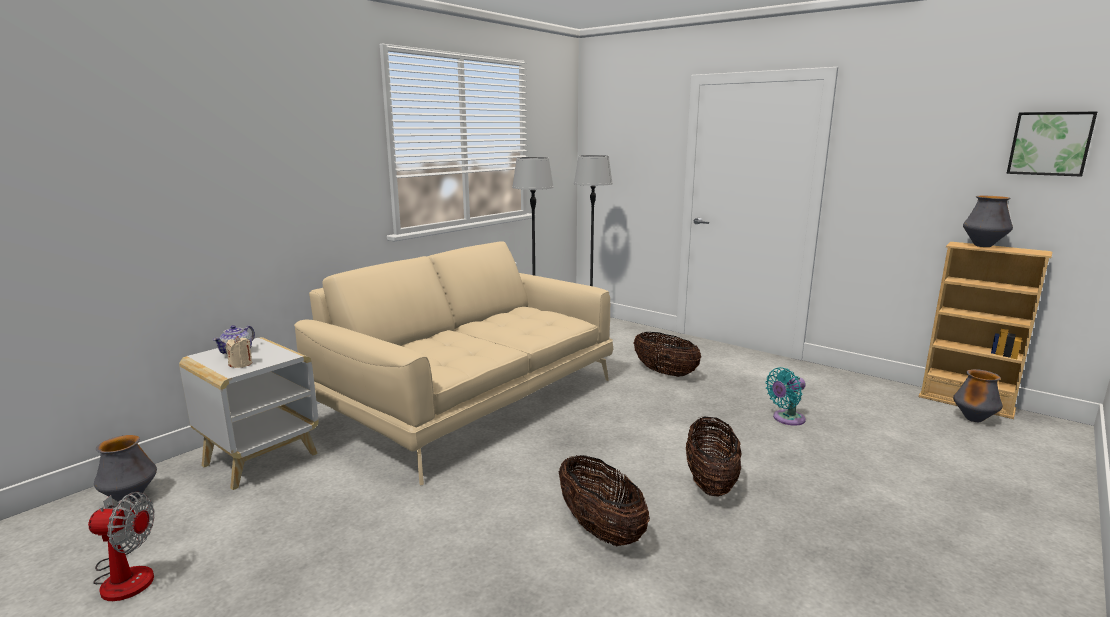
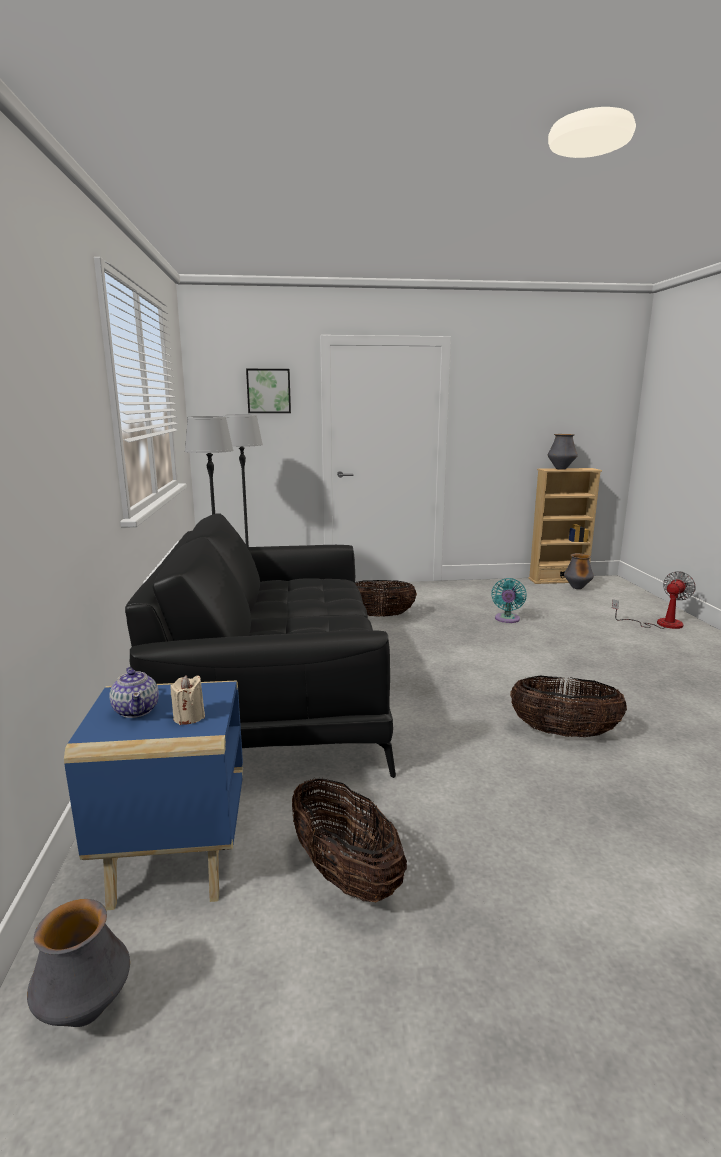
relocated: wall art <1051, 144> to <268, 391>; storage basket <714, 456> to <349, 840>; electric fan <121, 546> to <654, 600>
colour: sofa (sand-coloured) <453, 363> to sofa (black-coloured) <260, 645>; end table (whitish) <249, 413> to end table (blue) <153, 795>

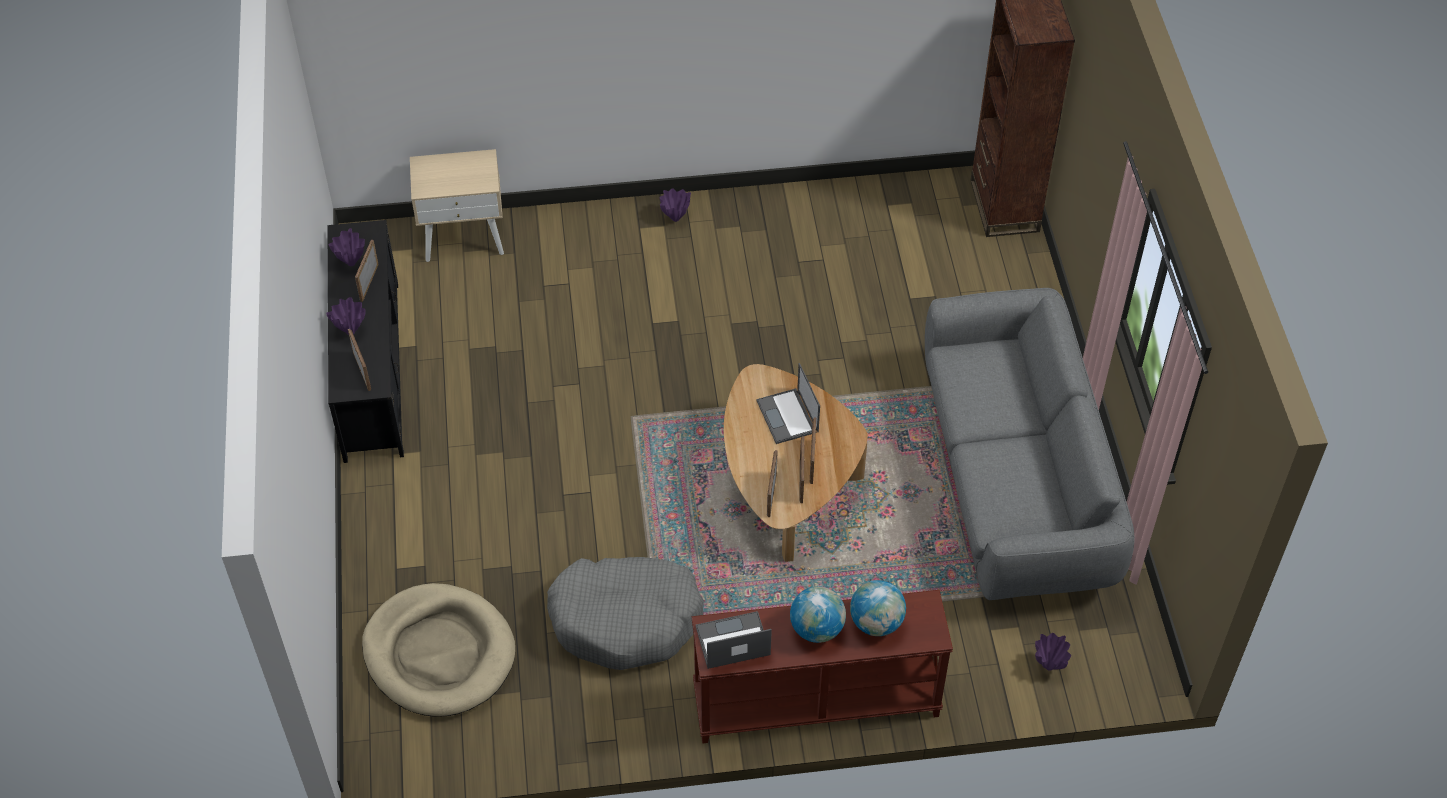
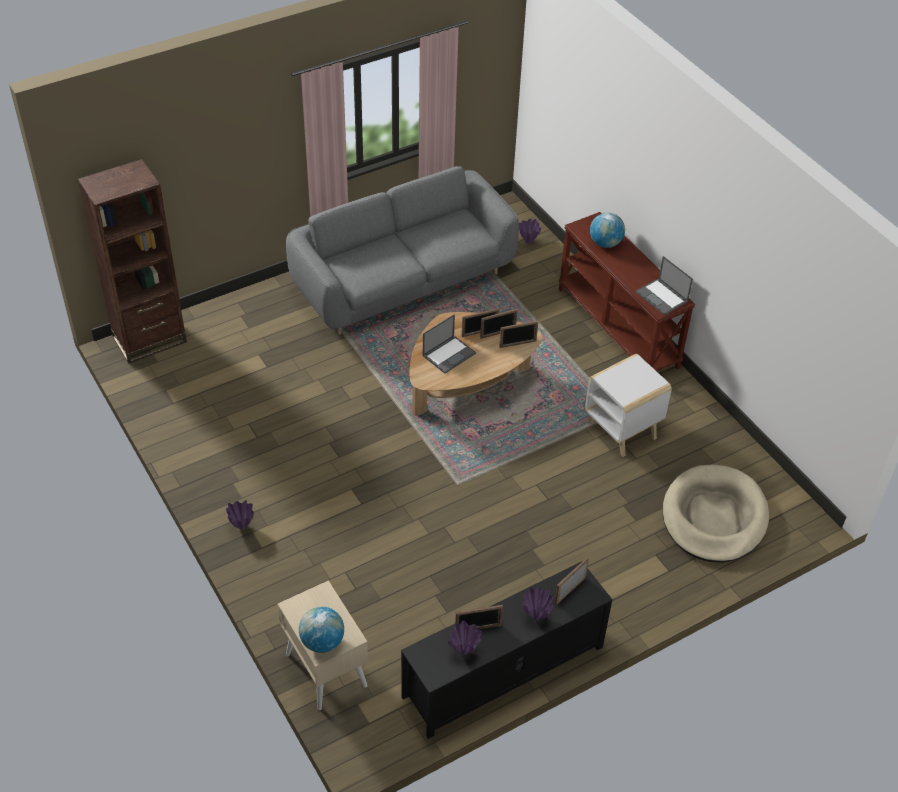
relocated: desk globe <818, 614> to <321, 630>
exchanged: pet bed (grey) <625, 613> to end table (whitish) <628, 405>

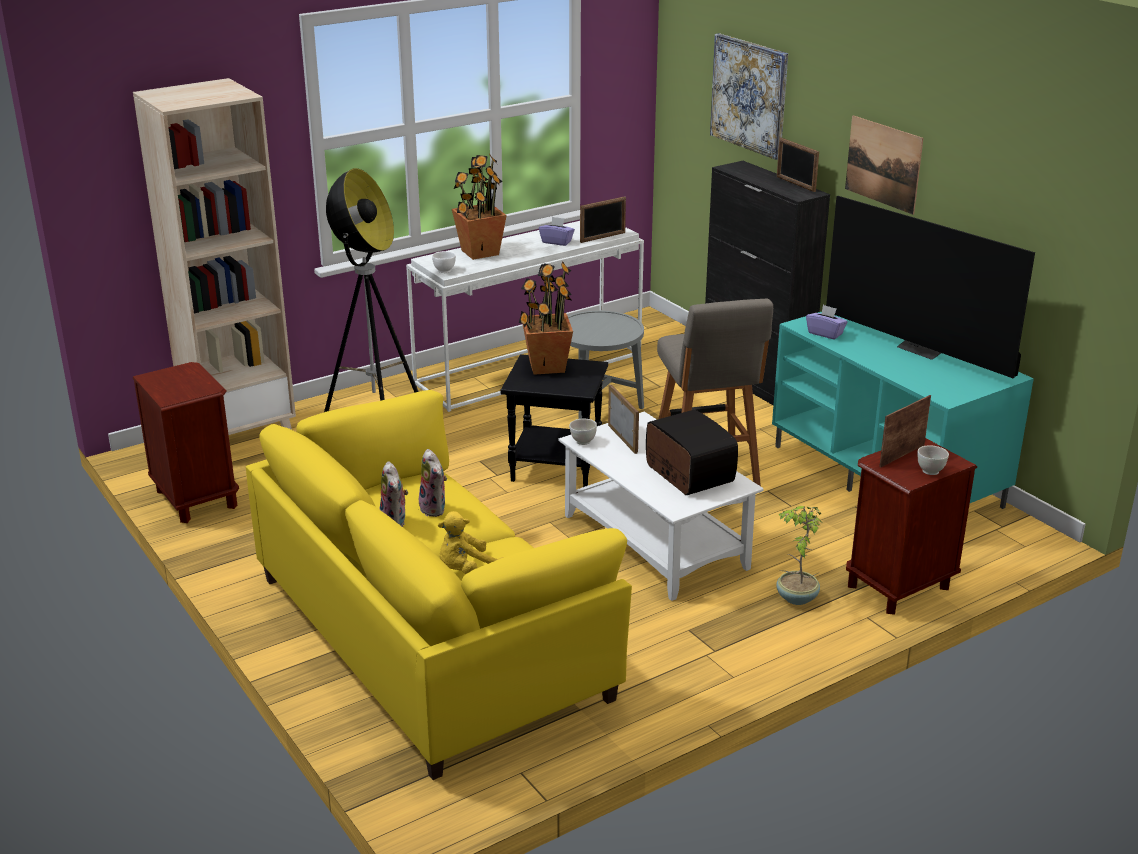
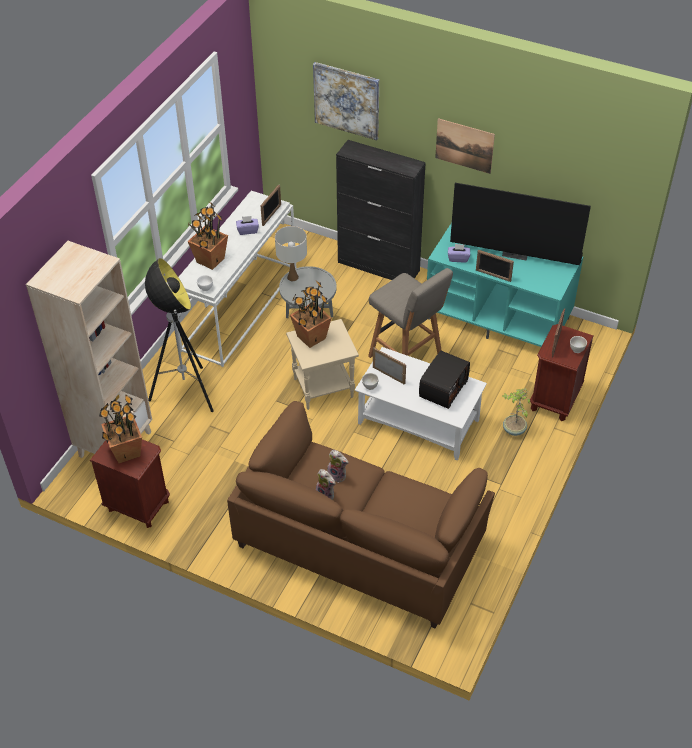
missing: soft toy (yellowish) <471, 542>
appeared: tabletop lamp (whitish) <291, 253>; houseplant <120, 428>
relocated: picture frame <798, 165> to <495, 266>
colour: end table (black-coloured) <554, 420> to end table (sand-coloured) <322, 364>; sofa (yellowish) <439, 585> to sofa (brown) <361, 515>
spun: radio receiver <692, 452> = <444, 380> 90 degrees clockwise

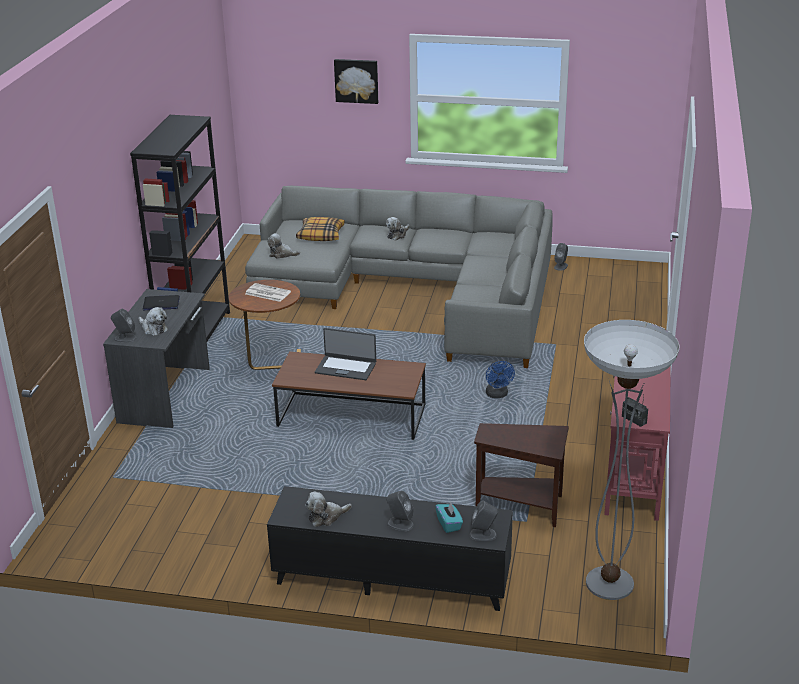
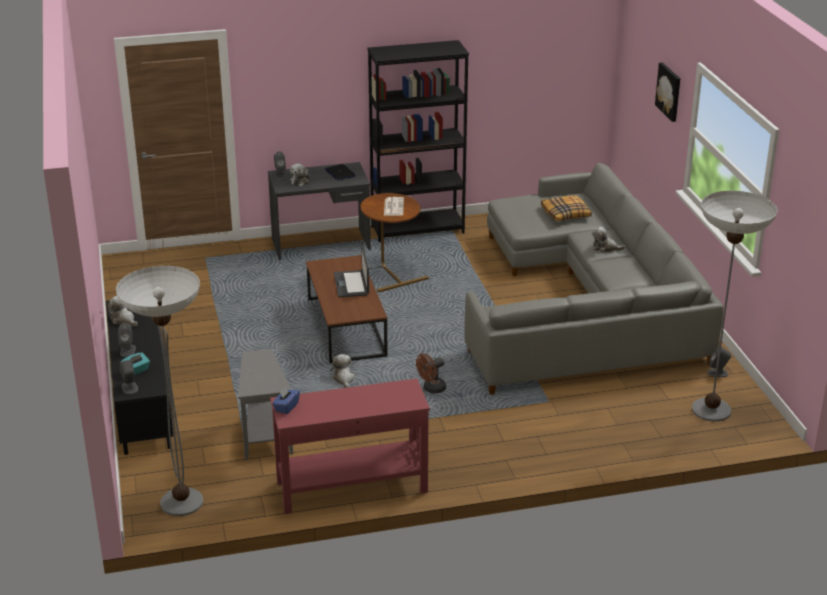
appeared: standard lamp <734, 306>
relocated: soft toy <283, 246> to <342, 371>
exchanged: radio receiver <635, 411> to tissue holder (blue) <286, 400>
colour: electric fan (blue) <500, 379> to electric fan (brown) <431, 373>; end table (brown) <521, 475> to end table (grey) <265, 404>

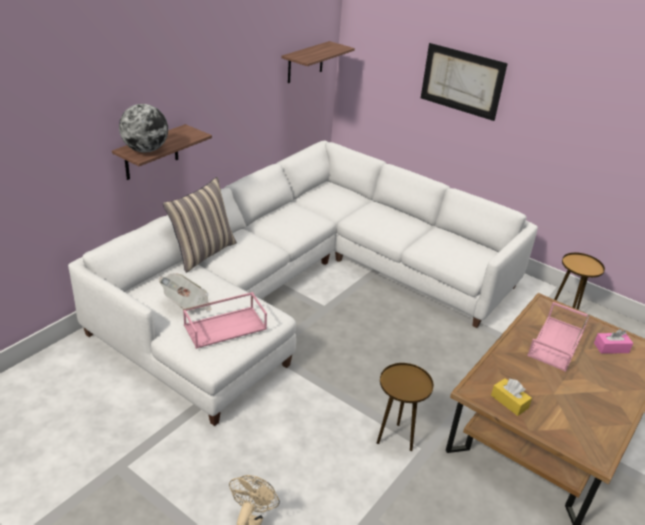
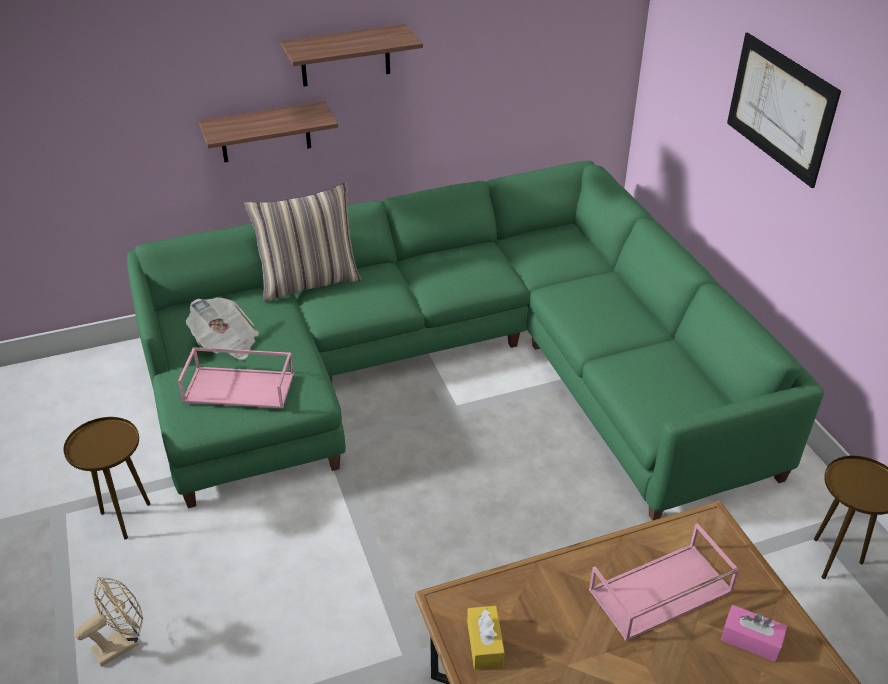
missing: desk globe <143, 128>
relocated: shelf <318, 62> to <351, 55>; end table (brown) <405, 407> to <107, 478>
colour: sofa (whitish) <303, 283> to sofa (greenish) <475, 340>

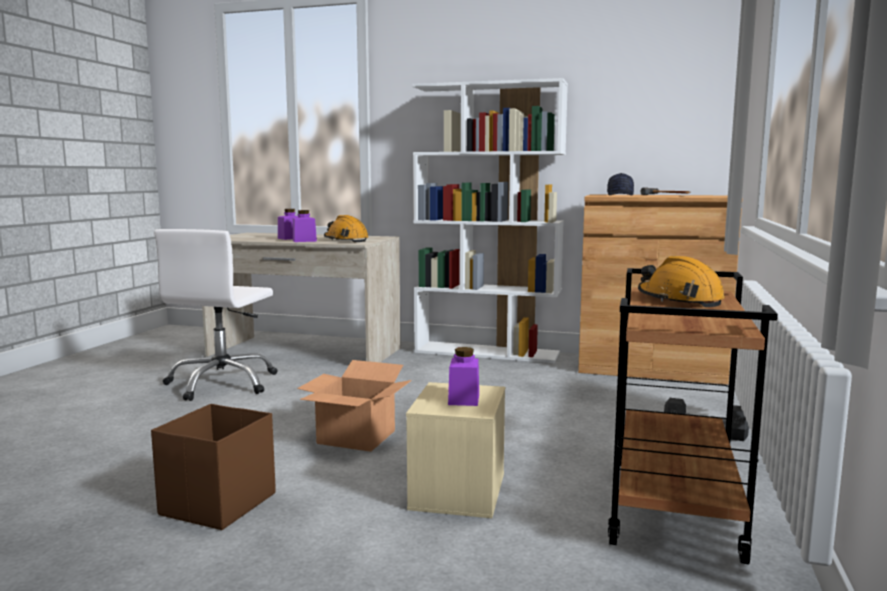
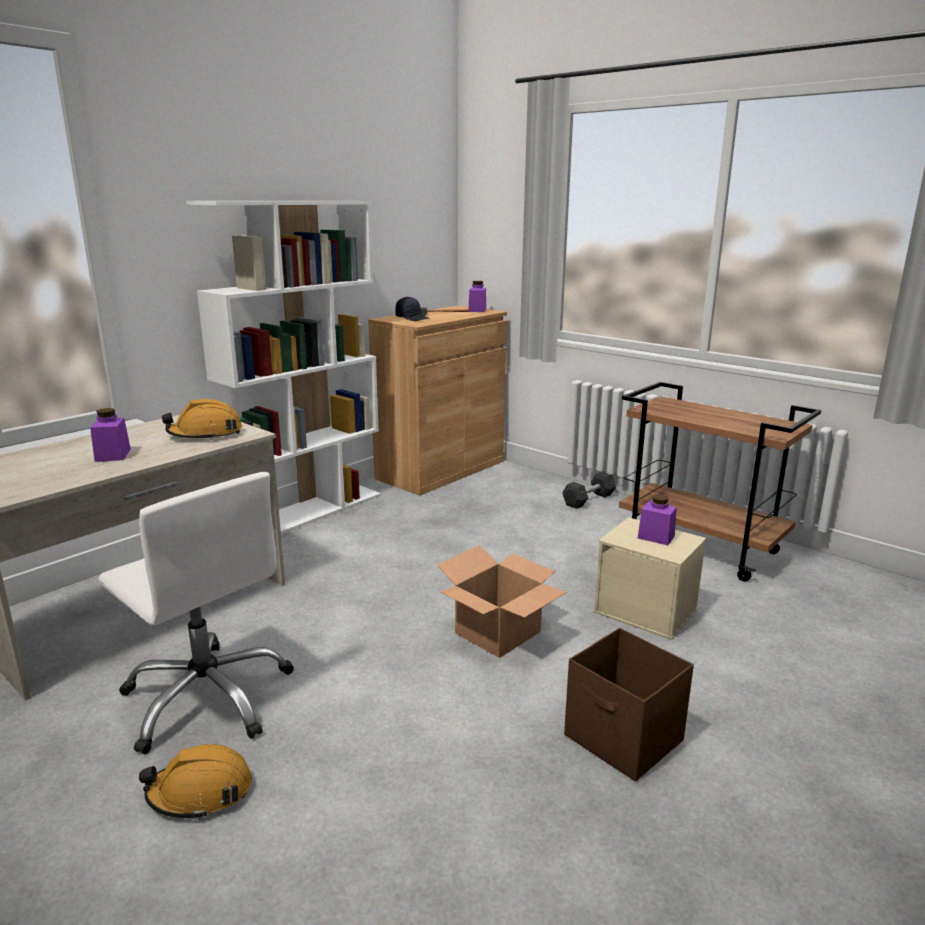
relocated: jar (purple-coloured) <305, 226> to <477, 296>; work helmet (orangey) <681, 281> to <195, 782>

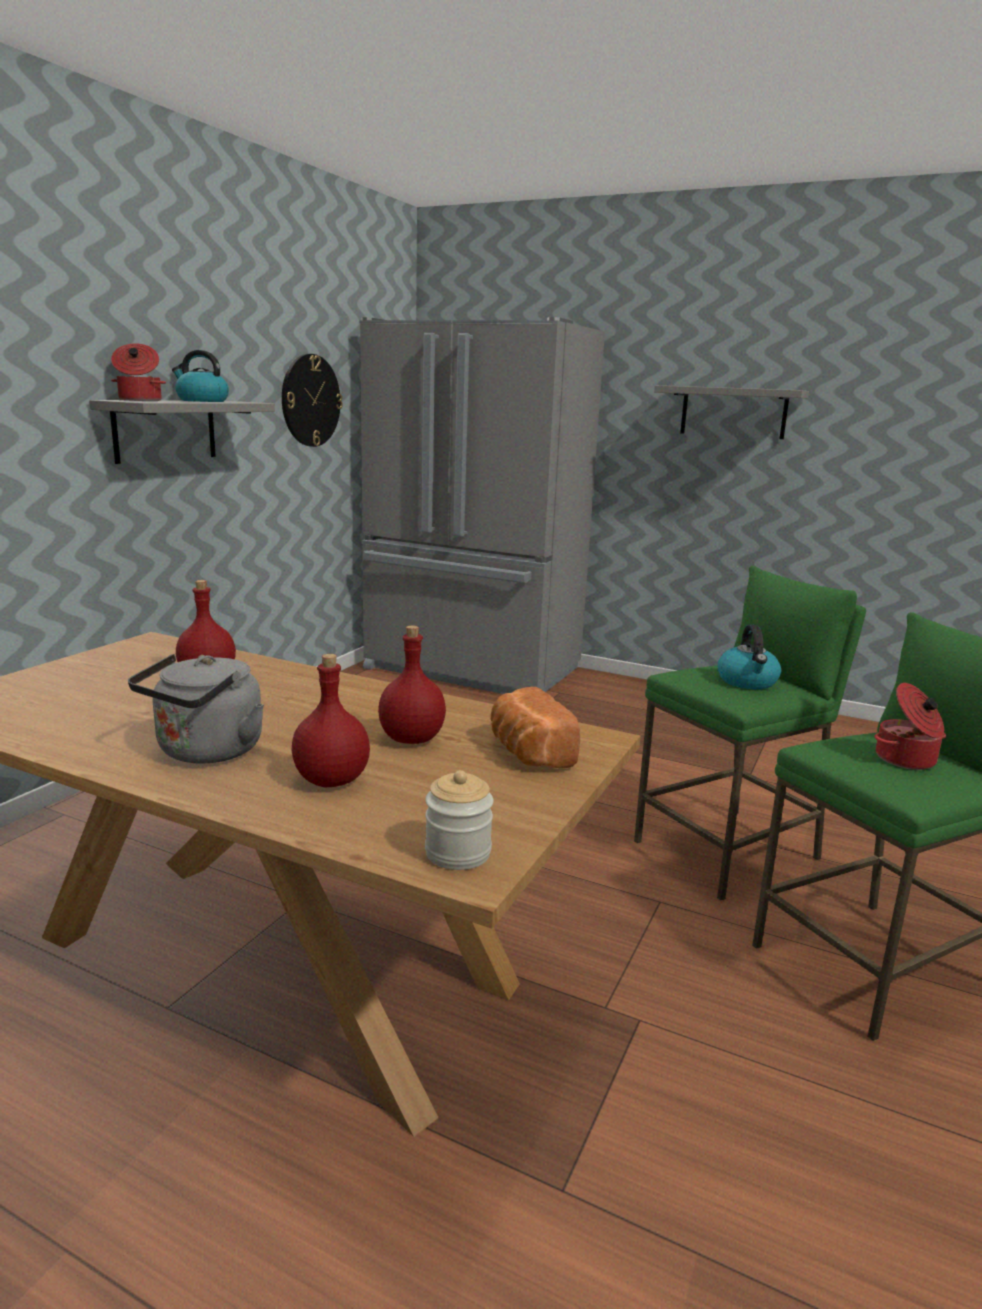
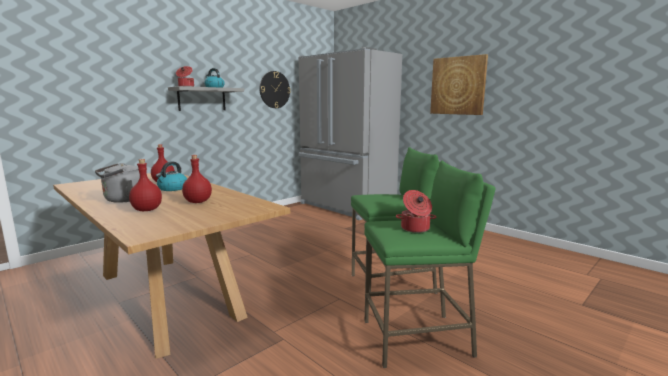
missing: baked bread <535, 727>; jar <459, 820>
relocated: water kettle <749, 656> to <171, 176>
exchanged: shelf (grey) <731, 412> to wall art <459, 84>

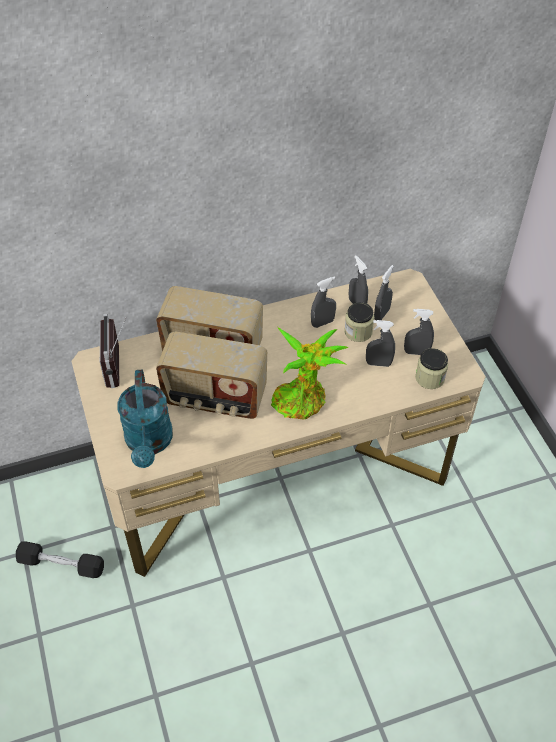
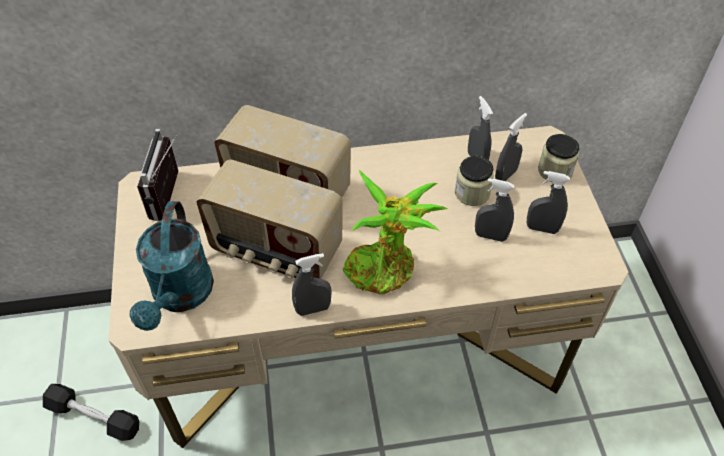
relocated: sprayer (grey) <323, 302> to <311, 284>; jar <431, 368> to <558, 158>

